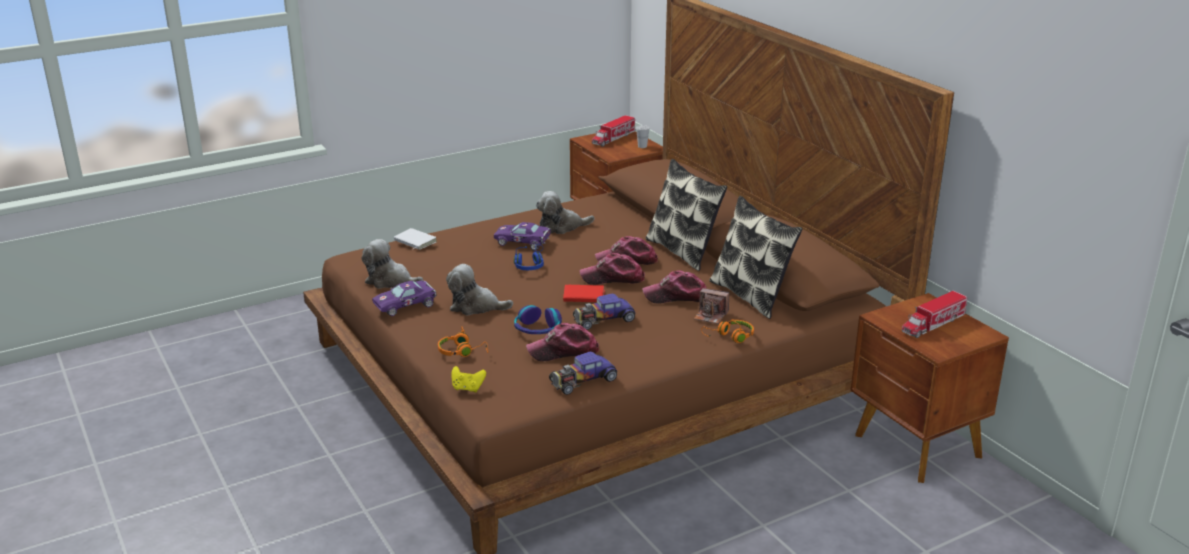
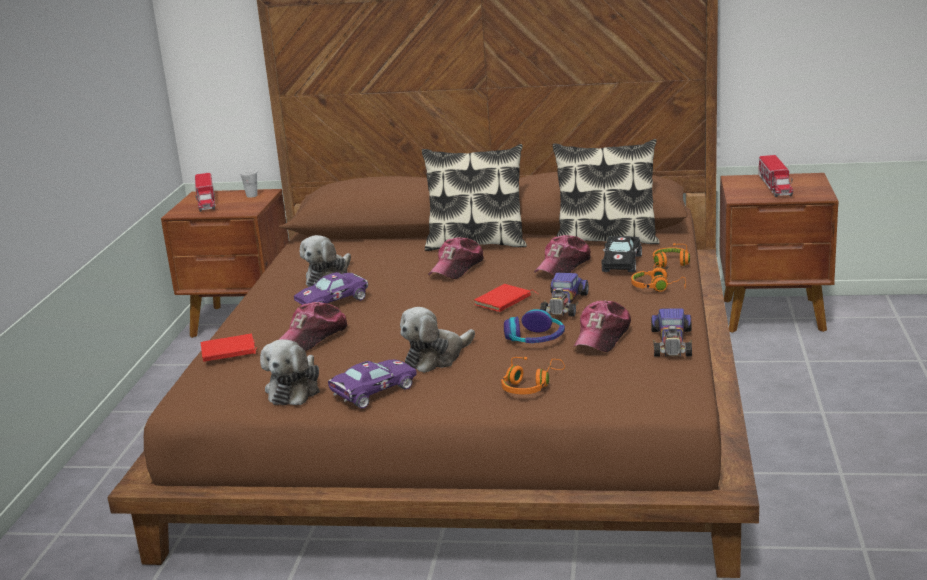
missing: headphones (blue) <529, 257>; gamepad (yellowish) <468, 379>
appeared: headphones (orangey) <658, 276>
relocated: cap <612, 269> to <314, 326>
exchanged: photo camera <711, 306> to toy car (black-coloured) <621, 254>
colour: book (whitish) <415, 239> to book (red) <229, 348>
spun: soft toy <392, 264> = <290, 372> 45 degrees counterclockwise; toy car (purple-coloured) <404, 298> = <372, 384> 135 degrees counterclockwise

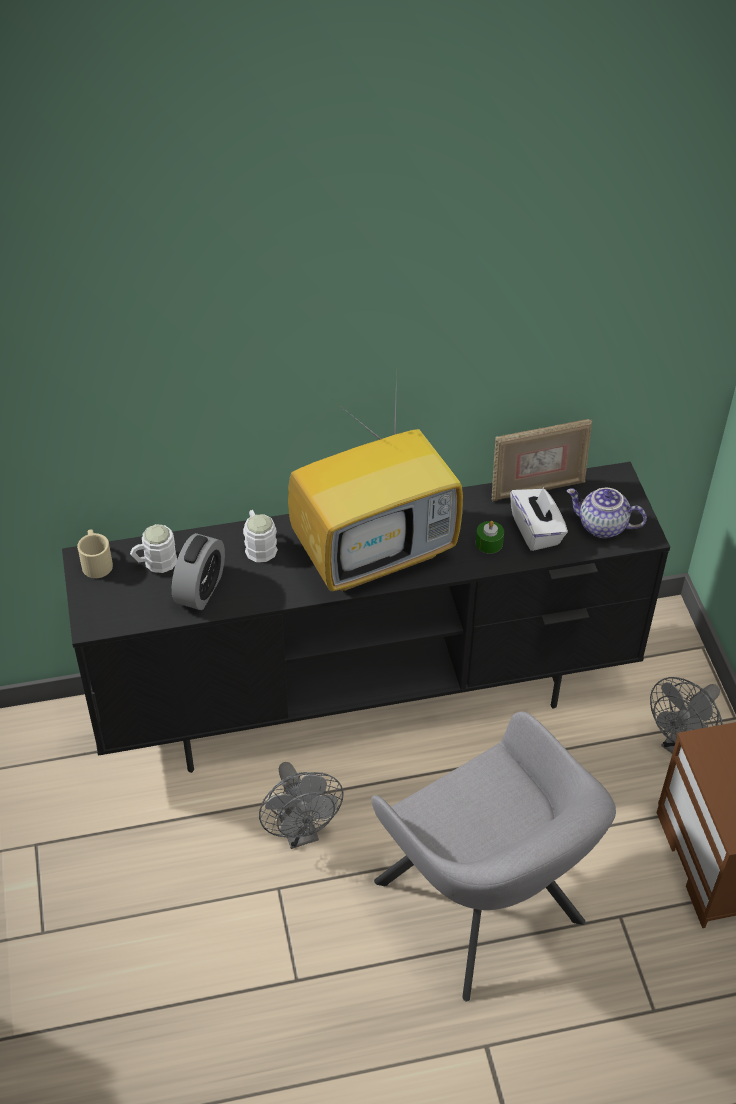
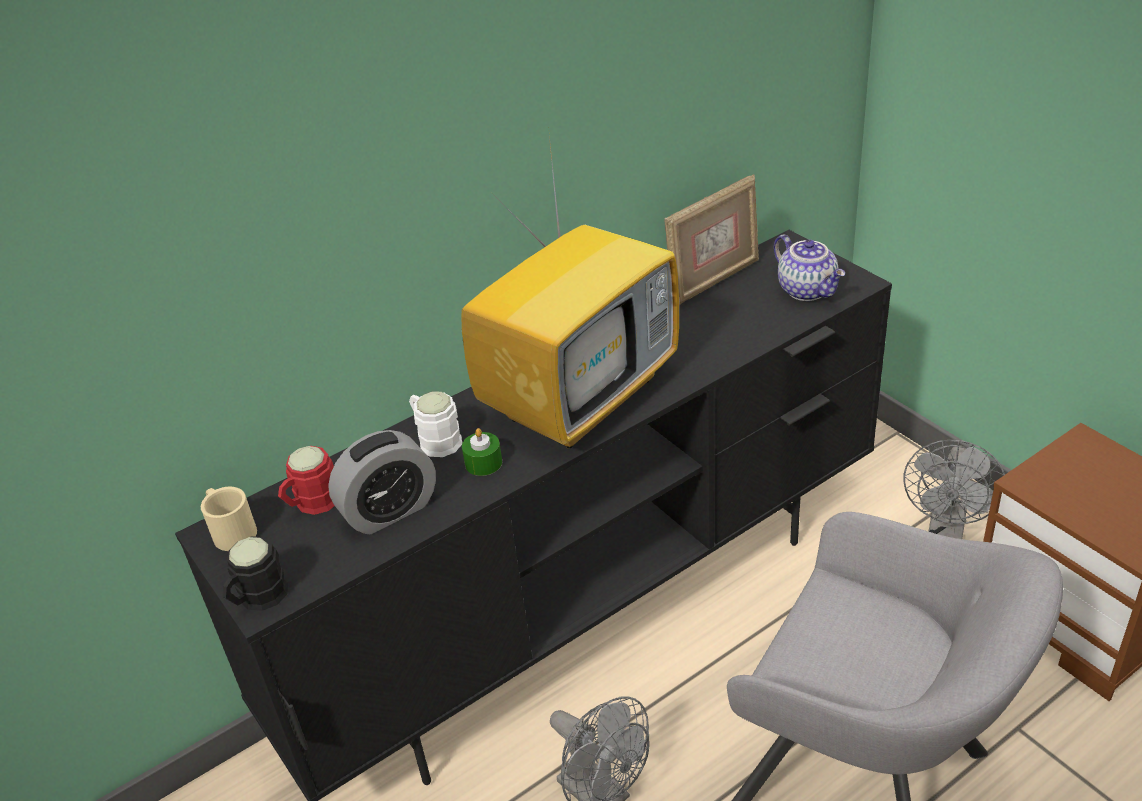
missing: tissue holder (whitish) <539, 519>
appeared: coffee mug (black-coloured) <255, 573>
relocated: wax light (greenish) <490, 537> to <482, 452>
colour: coffee mug (whitish) <153, 548> to coffee mug (red) <306, 480>
spun: tea pot <607, 513> = <809, 267> 120 degrees counterclockwise; bedside clock <198, 571> = <382, 482> 60 degrees clockwise

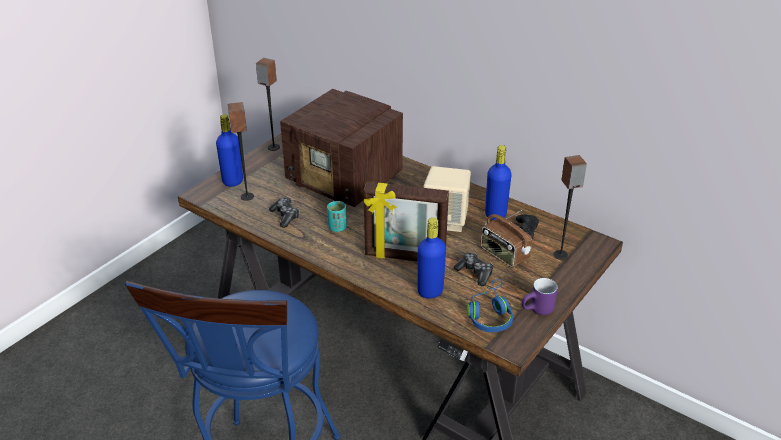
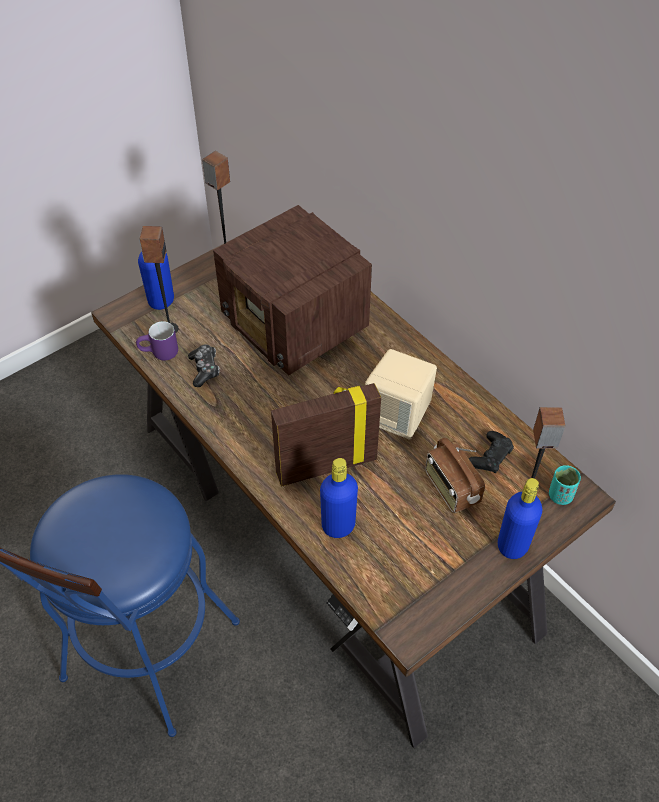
missing: gamepad <474, 269>; headphones (blue) <490, 305>
relocated: beverage bottle (blue) <498, 182> to <520, 518>; small cup (turquoise-coloured) <337, 216> to <565, 485>; coffee mug (purple-coloured) <540, 296> to <157, 341>
spun: picture frame <406, 221> = <326, 434> 135 degrees clockwise

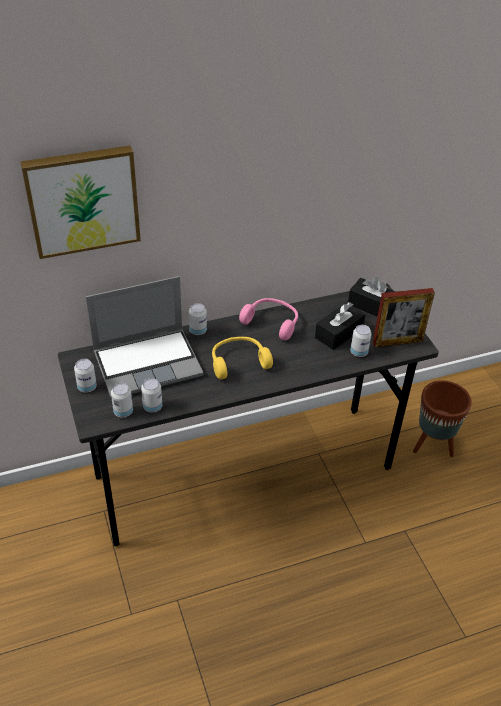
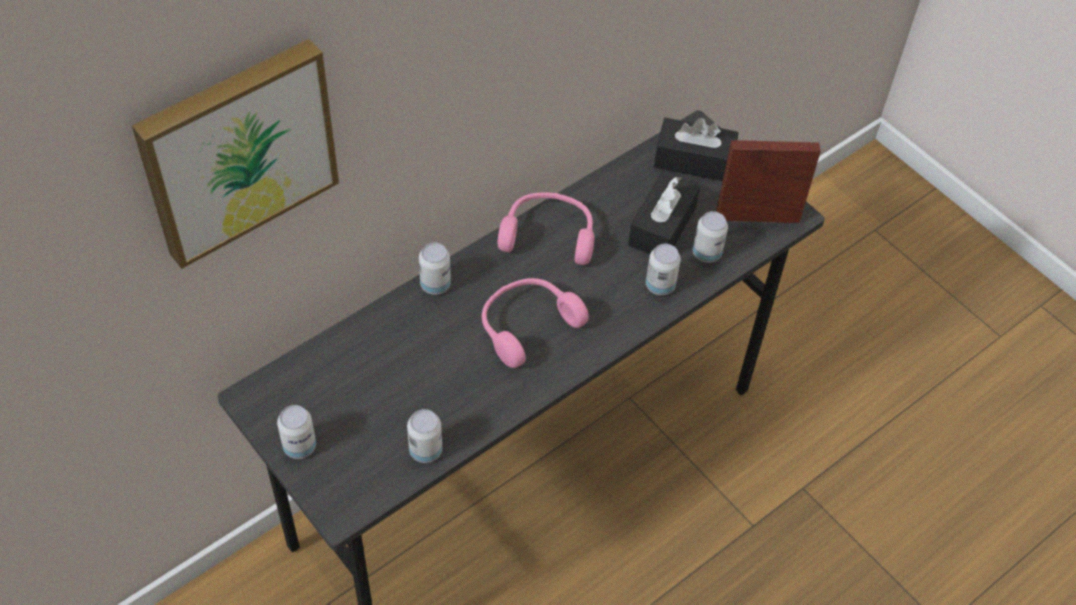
missing: portable computer <145, 337>; plant pot (brown) <442, 418>
relocated: sealed can <122, 400> to <663, 269>
colour: headphones (yellowish) <242, 358> to headphones (pink-coloured) <535, 323>
spun: picture frame <404, 317> = <768, 181> 150 degrees counterclockwise

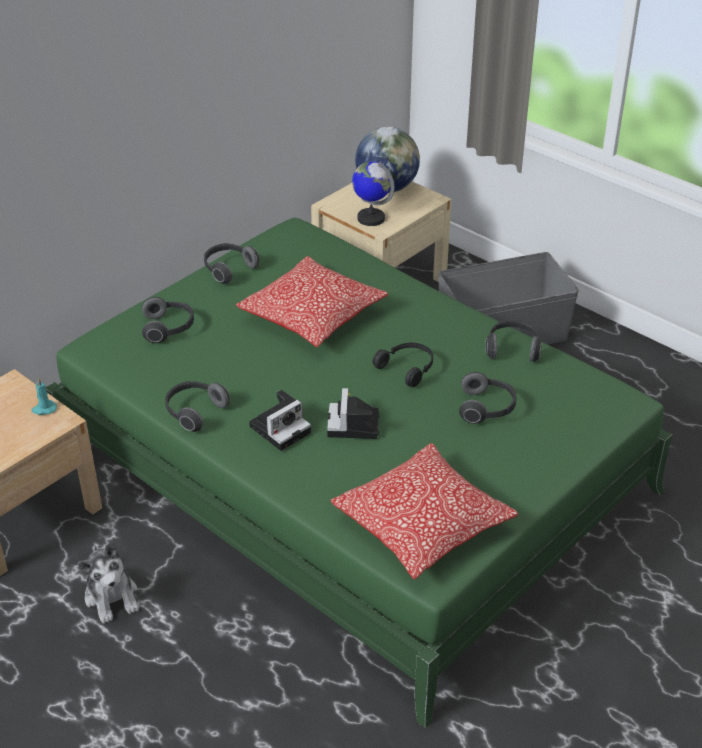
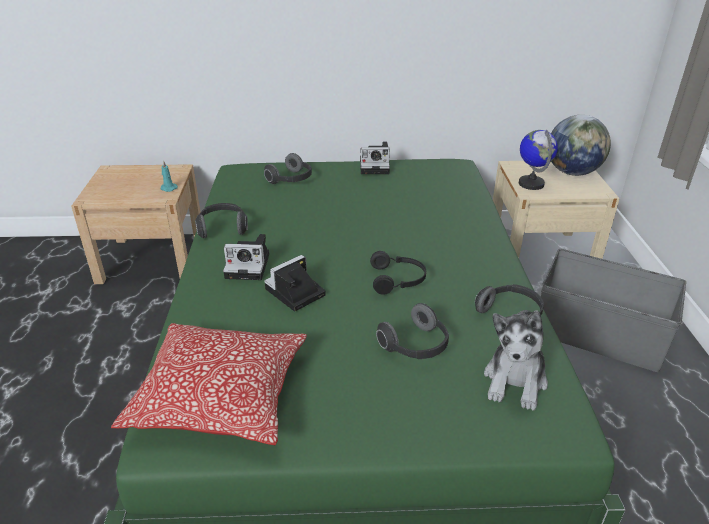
missing: pillow <312, 301>
relocated: soft toy <108, 583> to <516, 360>
exchanged: headphones <231, 263> to photo camera <375, 157>

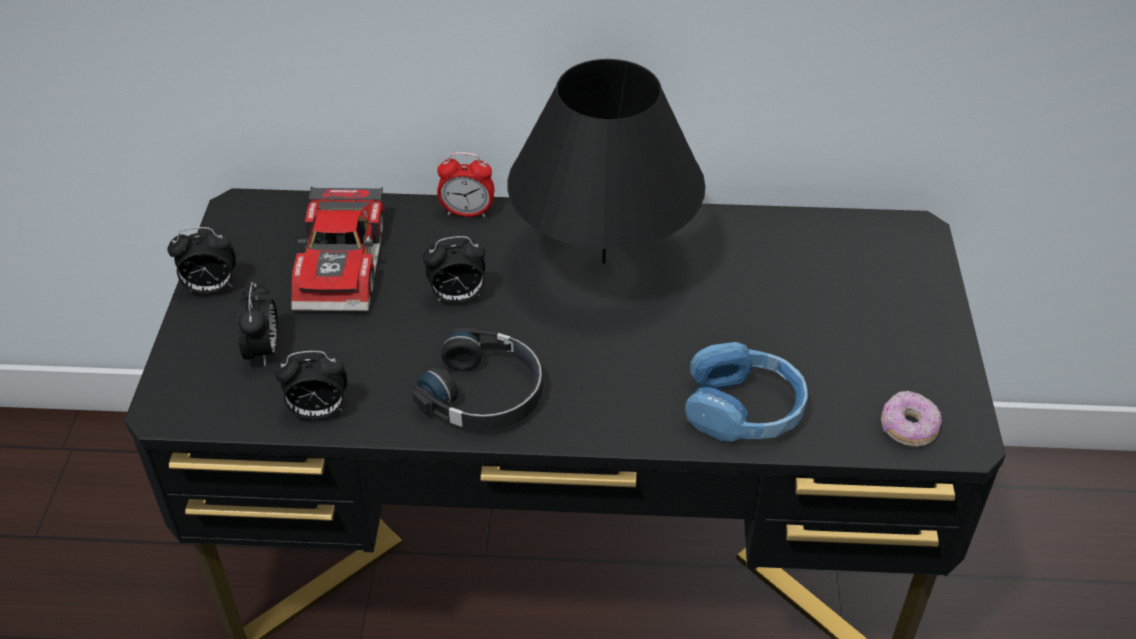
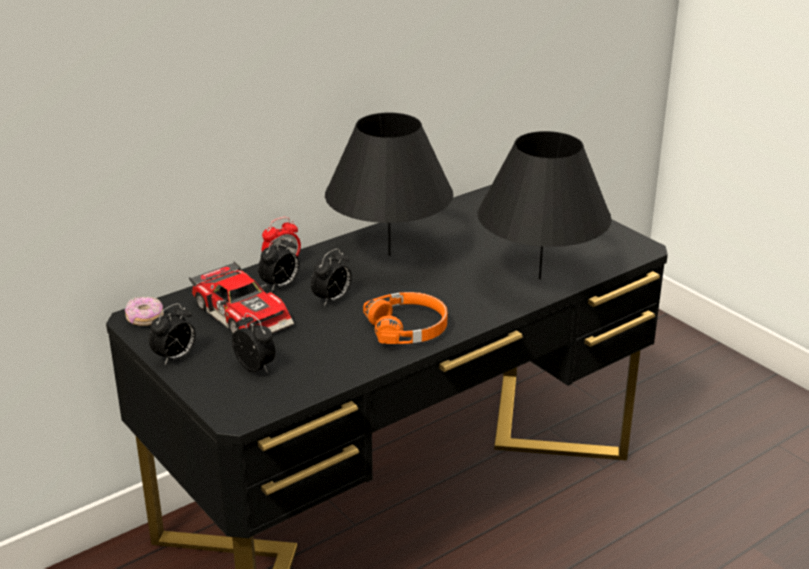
relocated: bedside clock <311, 384> to <278, 263>; doughnut <911, 419> to <144, 311>
exchanged: headphones (blue) <746, 392> to tabletop lamp (black-coloured) <544, 205>
colour: headphones (black-coloured) <477, 379> to headphones (orangey) <405, 318>

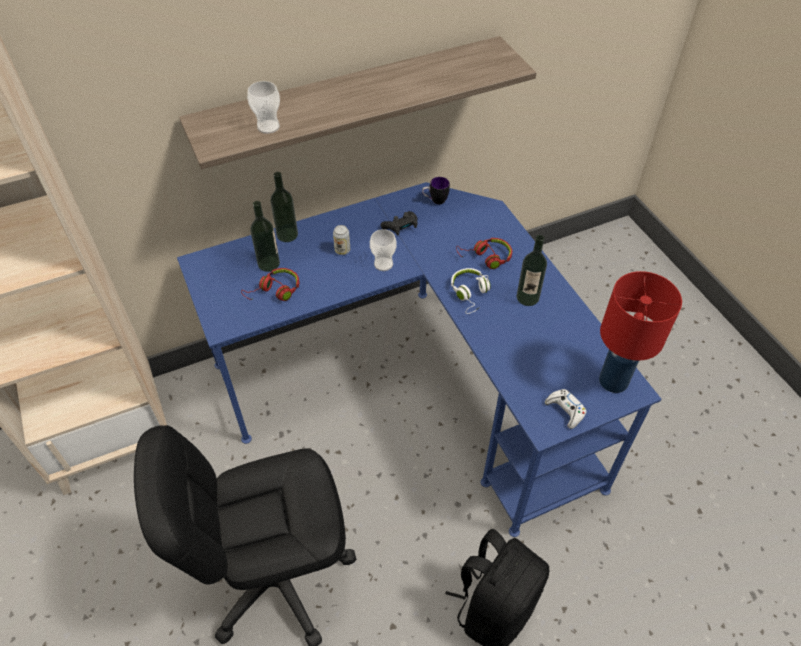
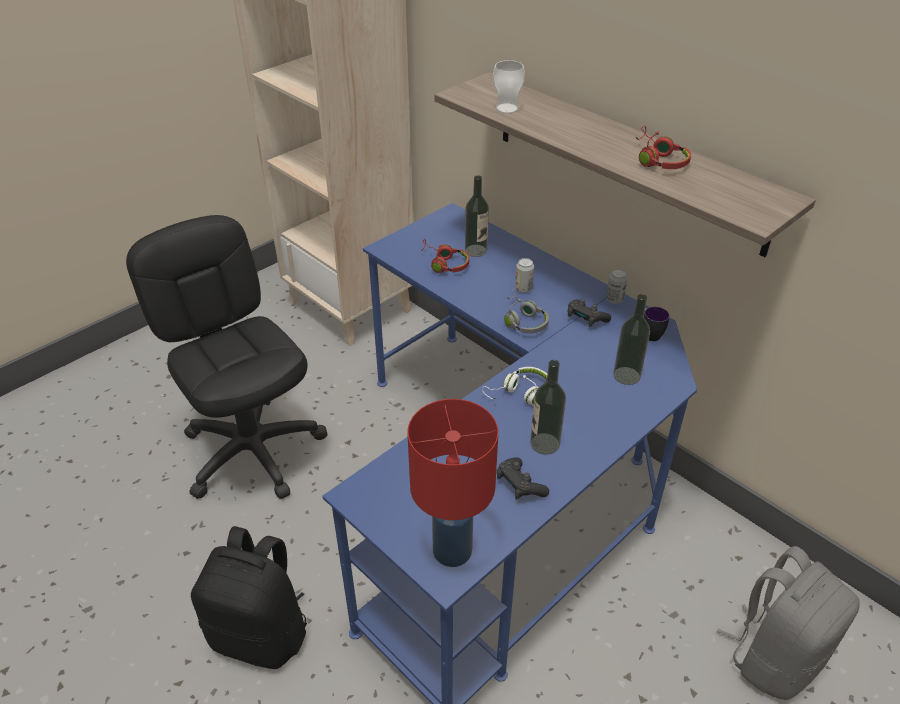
missing: gamepad (whitish) <566, 409>
appeared: sealed can <617, 286>; gamepad (black-coloured) <523, 478>; knapsack (grey) <788, 623>
relocated: beverage bottle <284, 207> to <631, 339>; headphones (red) <484, 253> to <663, 147>
exchanged: small cup <383, 250> to headphones (grey) <526, 311>

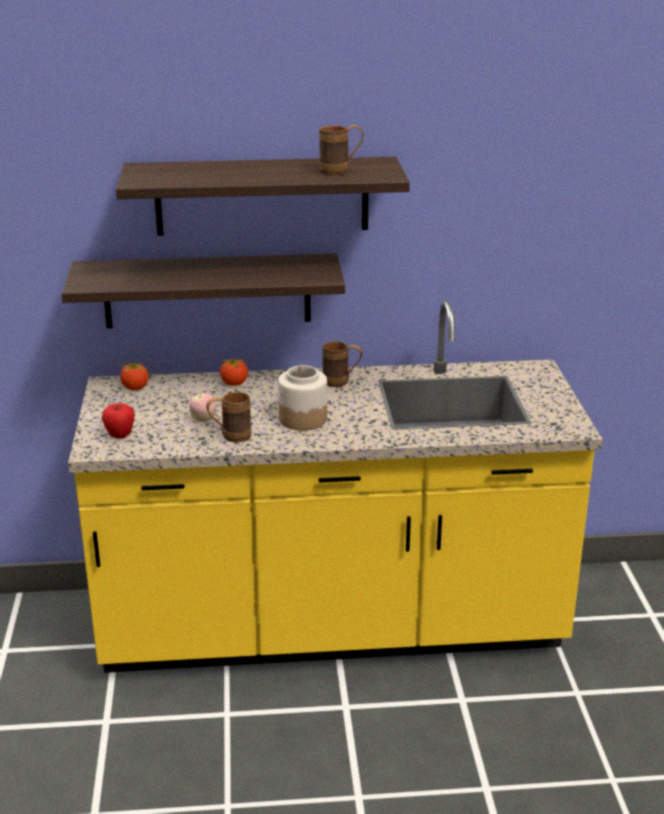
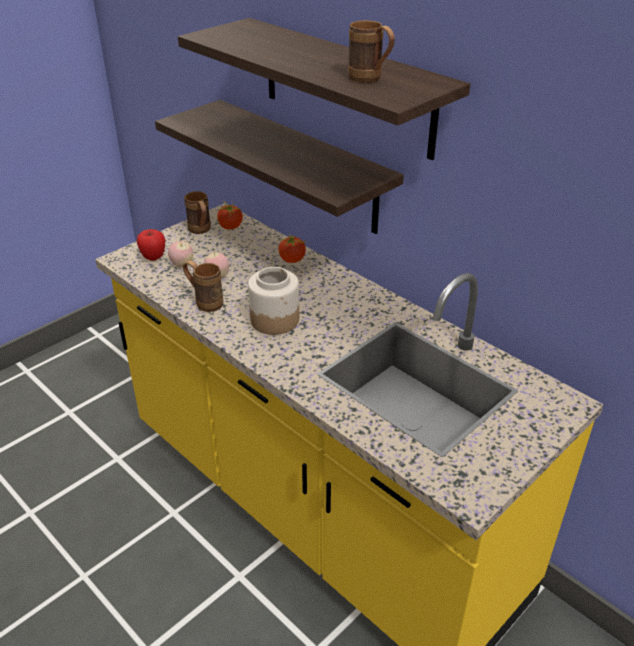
appeared: whole apple <180, 254>
relocated: coffee mug (brown) <342, 364> to <197, 212>

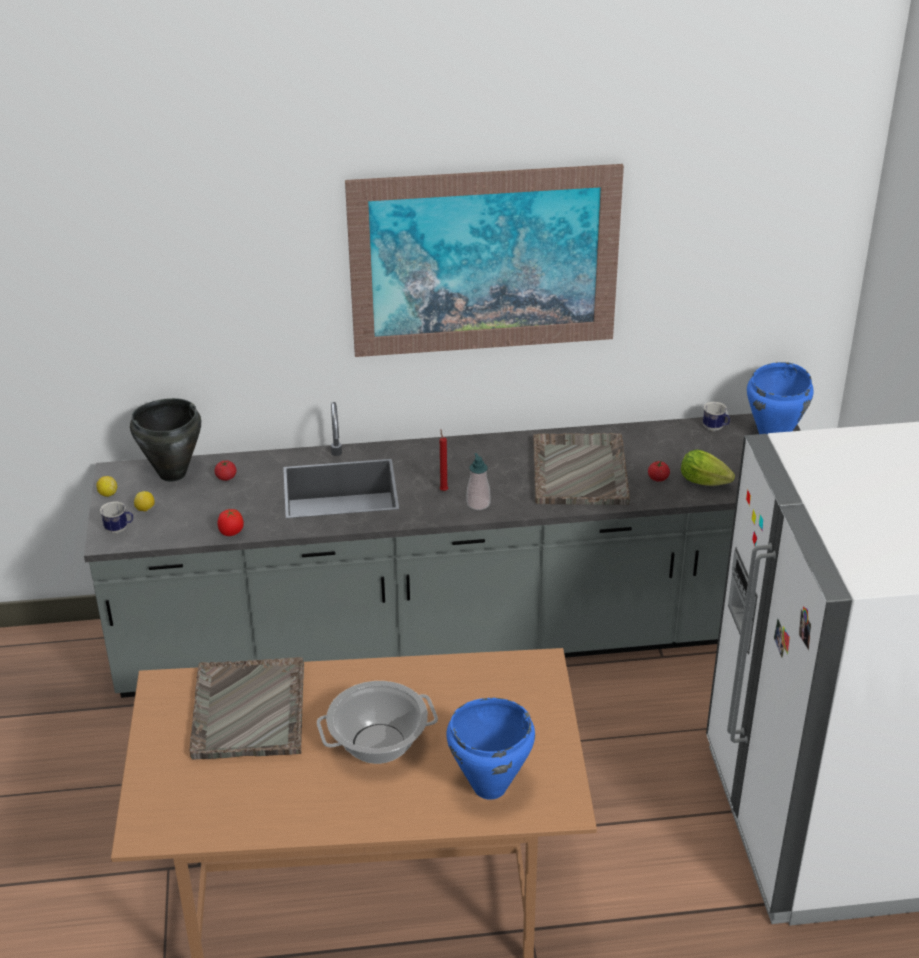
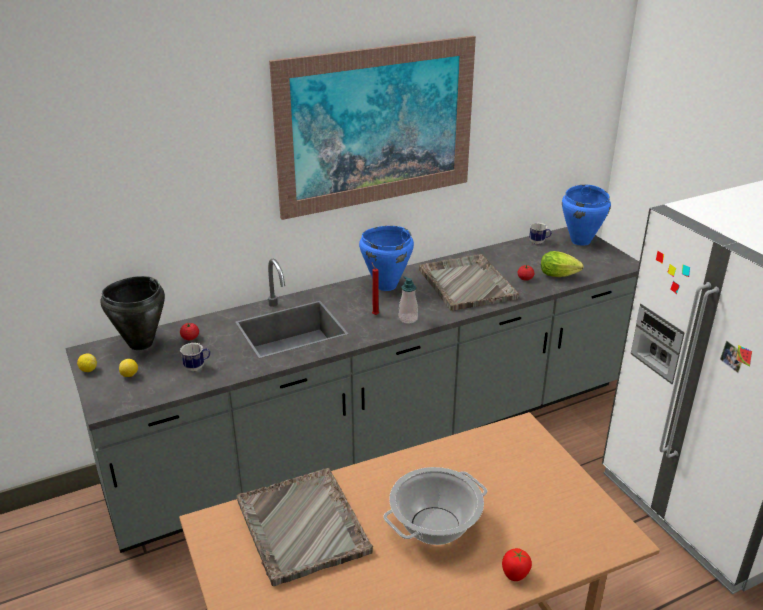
relocated: coffee mug <116, 517> to <195, 357>; fresh tomato <230, 522> to <517, 564>; saucepot (blue) <490, 749> to <386, 258>

